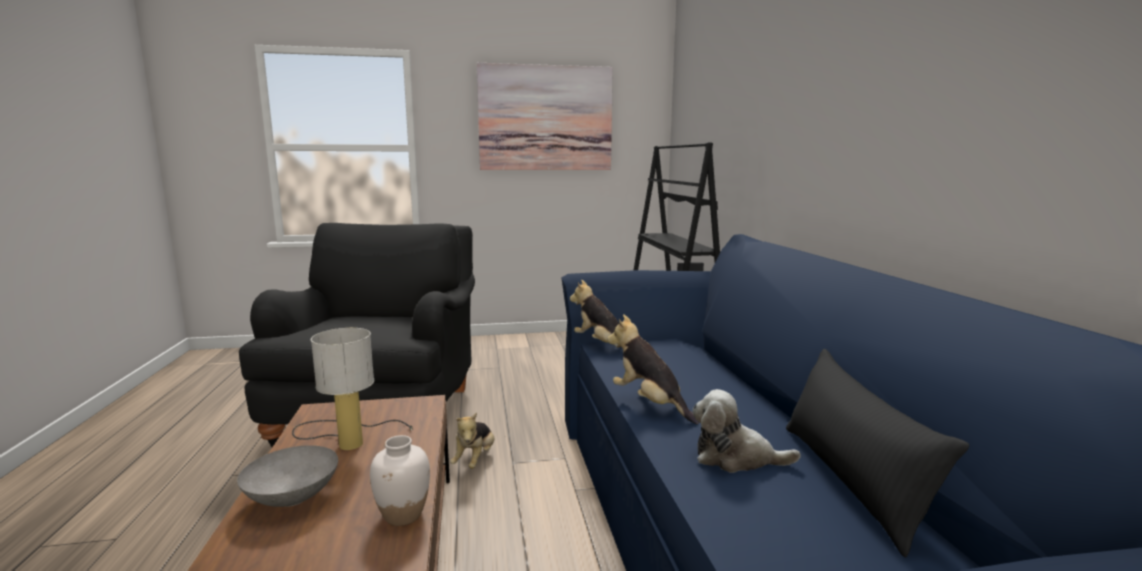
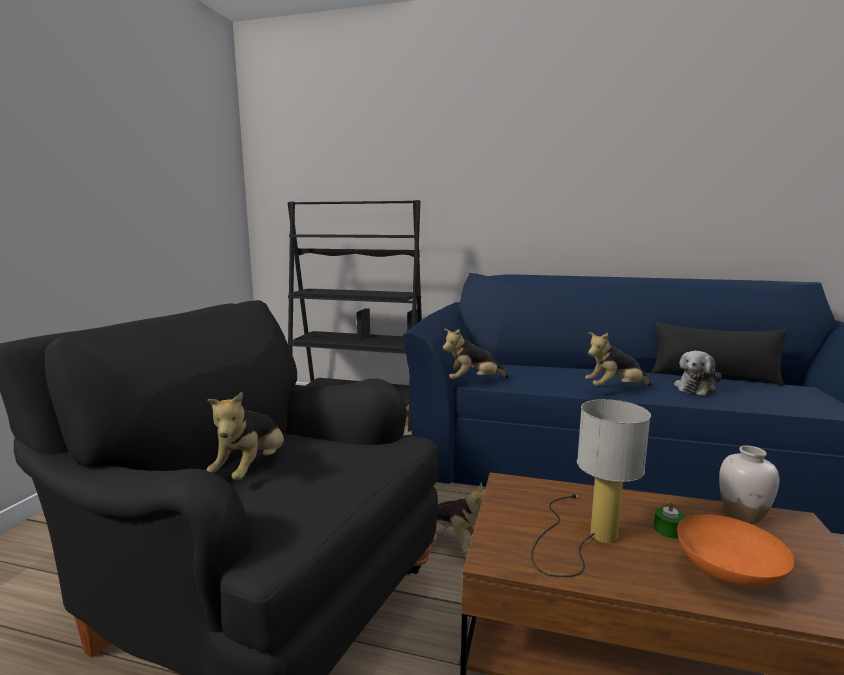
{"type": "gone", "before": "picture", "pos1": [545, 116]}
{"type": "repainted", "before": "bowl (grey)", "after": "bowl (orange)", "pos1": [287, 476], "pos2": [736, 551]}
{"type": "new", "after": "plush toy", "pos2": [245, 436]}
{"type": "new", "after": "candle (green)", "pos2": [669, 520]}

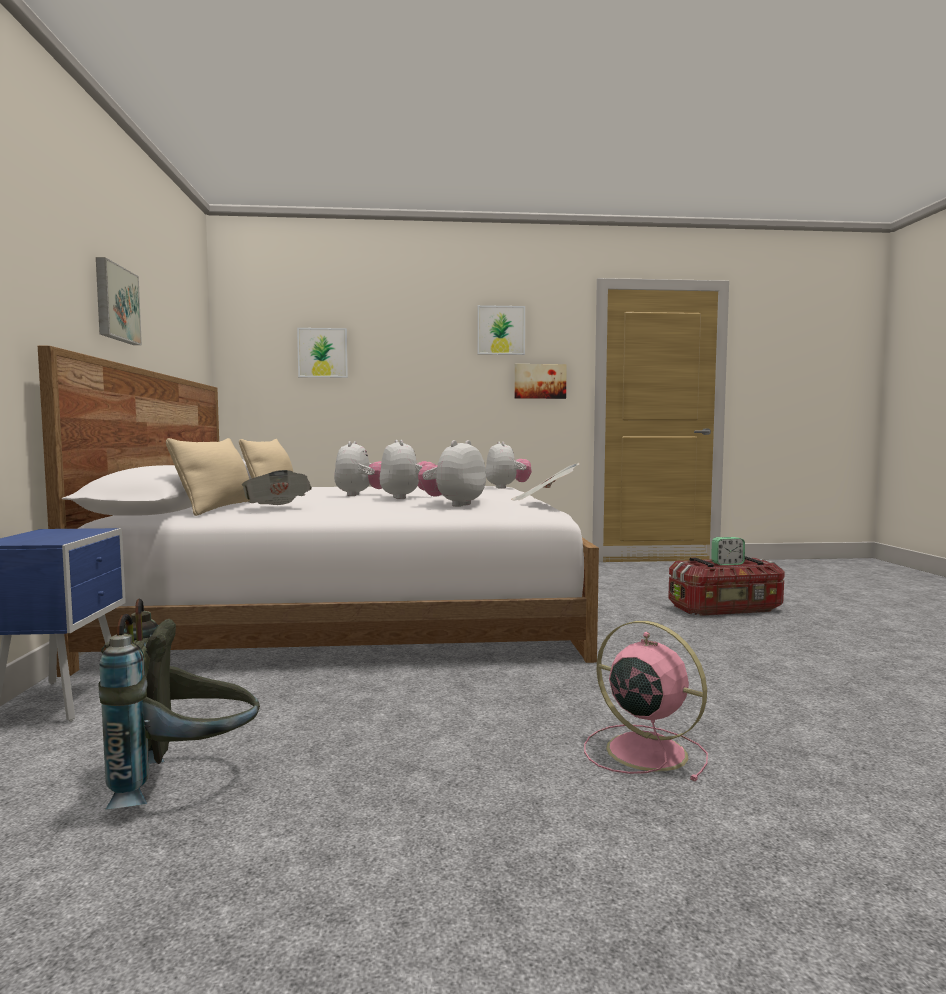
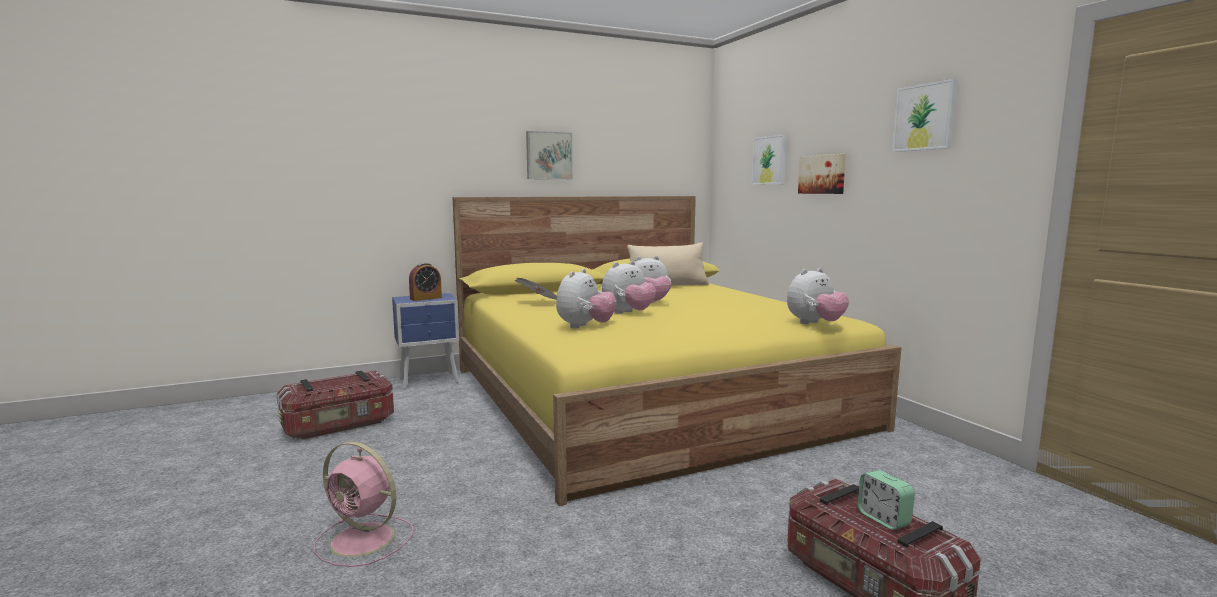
{"type": "repainted", "before": "bed (white)", "after": "bed (yellow)", "pos1": [318, 511], "pos2": [676, 351]}
{"type": "shifted", "before": "picture", "pos1": [540, 381], "pos2": [822, 174]}
{"type": "gone", "before": "pillow (beige)", "pos1": [208, 477]}
{"type": "rotated", "before": "plush toy", "pos1": [452, 473], "pos2": [586, 299], "turn": 105}
{"type": "gone", "before": "newspaper", "pos1": [545, 482]}
{"type": "swapped", "before": "backpack (grey)", "after": "storage box", "pos1": [179, 704], "pos2": [335, 404]}
{"type": "rotated", "before": "fan (pink)", "pos1": [646, 701], "pos2": [364, 504], "turn": 90}
{"type": "new", "after": "alarm clock", "pos2": [425, 282]}

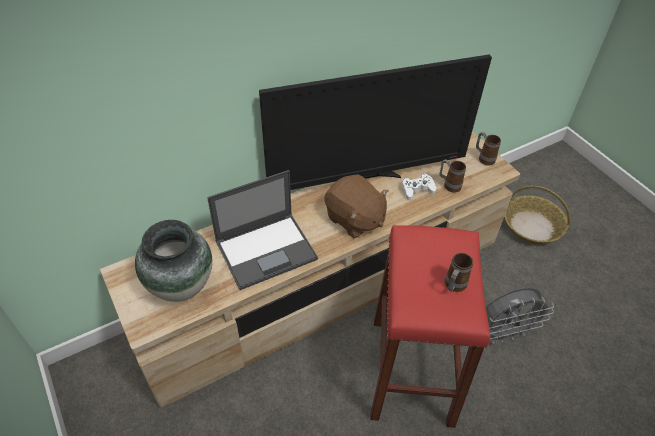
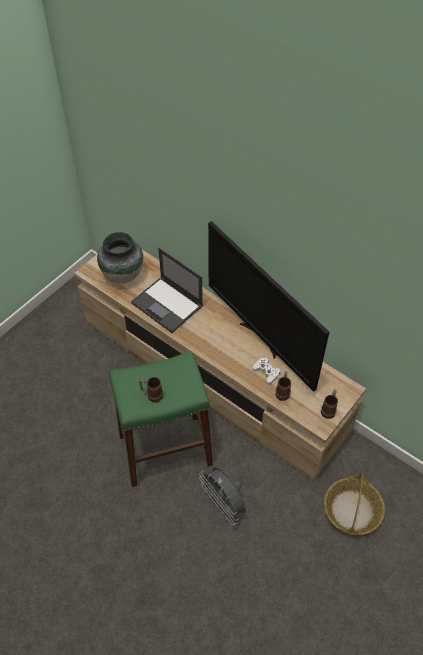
{"type": "gone", "before": "plush toy (brown)", "pos1": [356, 206]}
{"type": "repainted", "before": "stool (red)", "after": "stool (green)", "pos1": [430, 326], "pos2": [161, 419]}

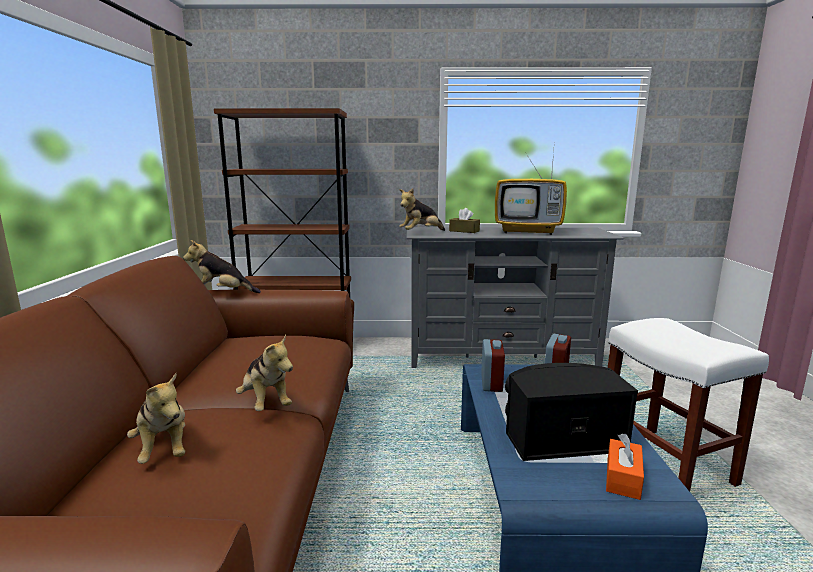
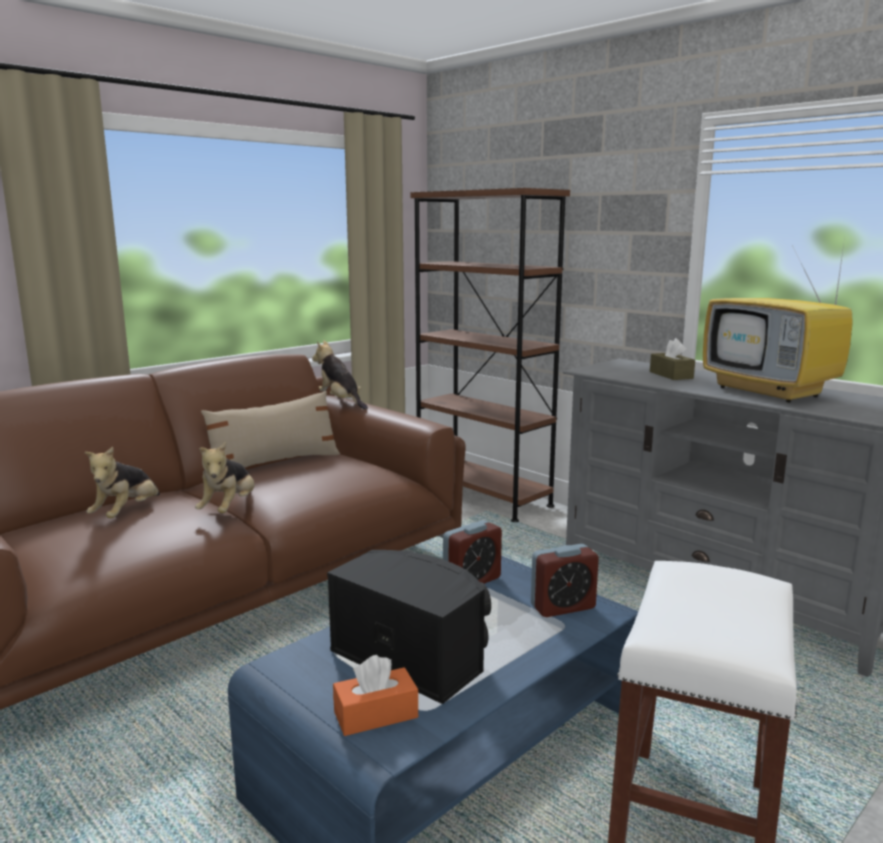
{"type": "gone", "before": "plush toy", "pos1": [422, 209]}
{"type": "new", "after": "pillow (beige)", "pos2": [270, 429]}

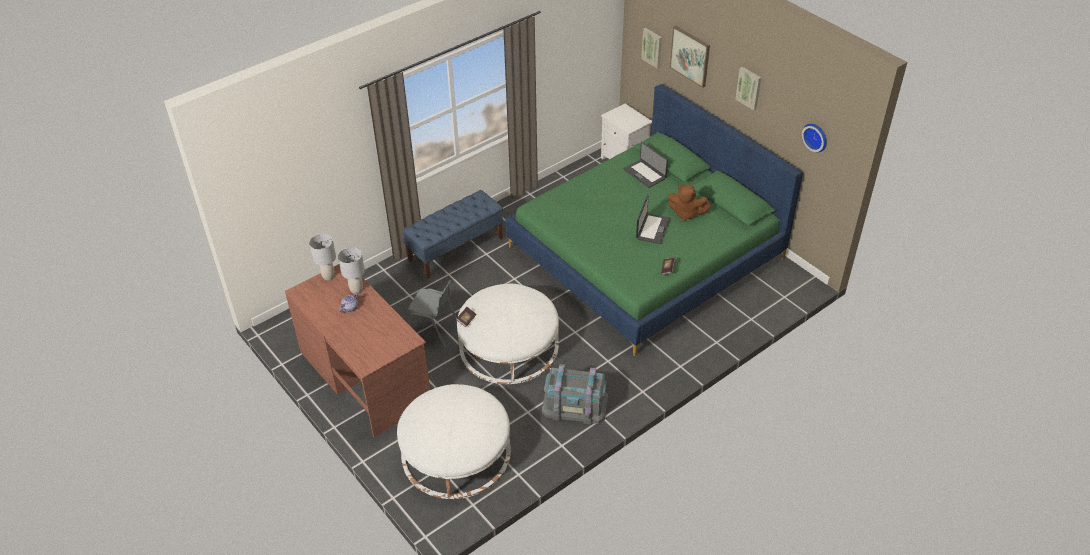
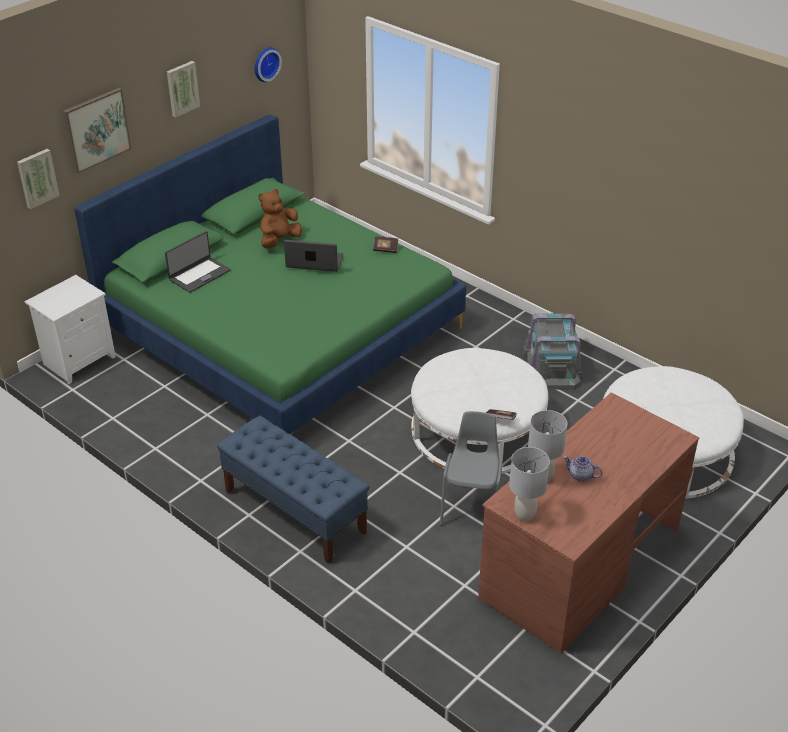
{"type": "rotated", "before": "plush toy (brown)", "pos1": [689, 202], "pos2": [280, 218], "turn": -150}

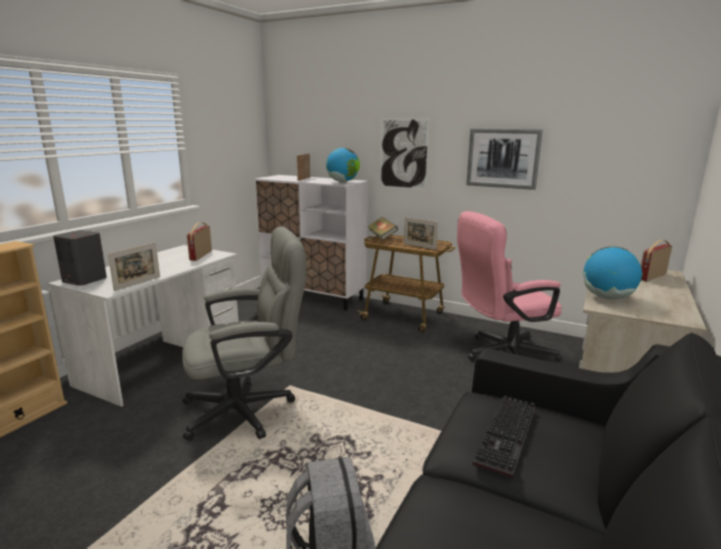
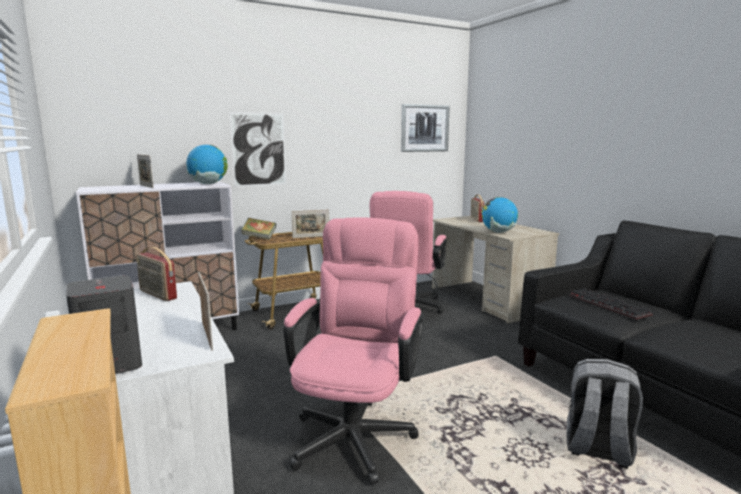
{"type": "shifted", "before": "picture", "pos1": [504, 159], "pos2": [425, 128]}
{"type": "repainted", "before": "office chair (grey)", "after": "office chair (pink)", "pos1": [244, 333], "pos2": [353, 351]}

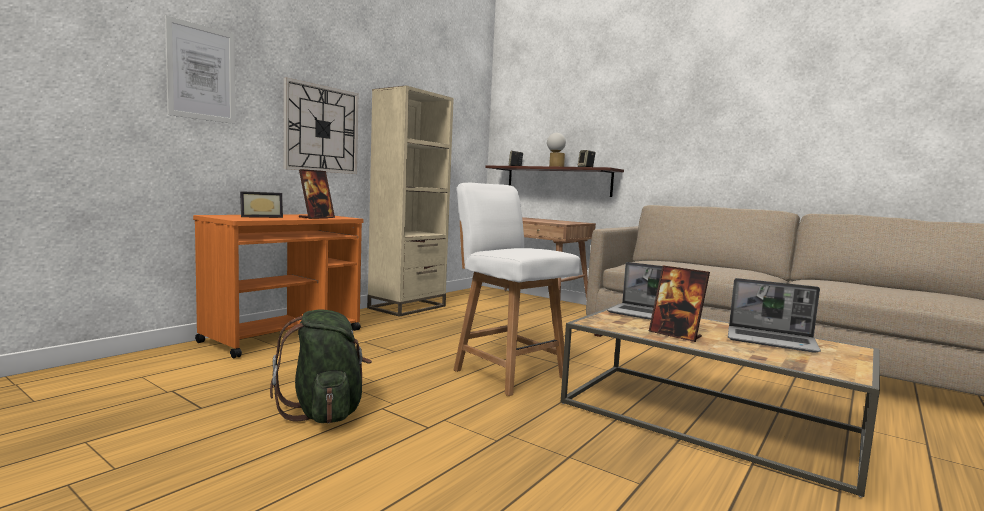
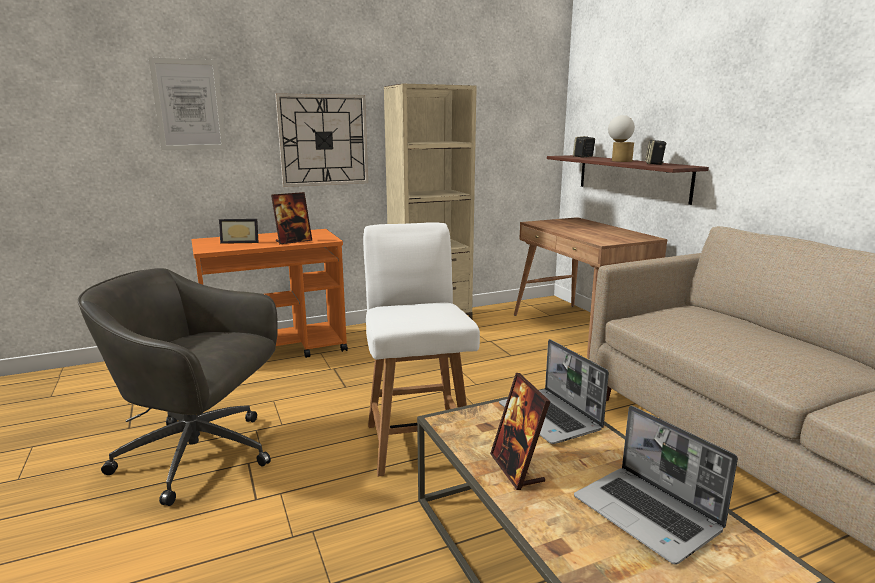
{"type": "swapped", "before": "backpack (green)", "after": "office chair (grey)", "pos1": [321, 366], "pos2": [178, 387]}

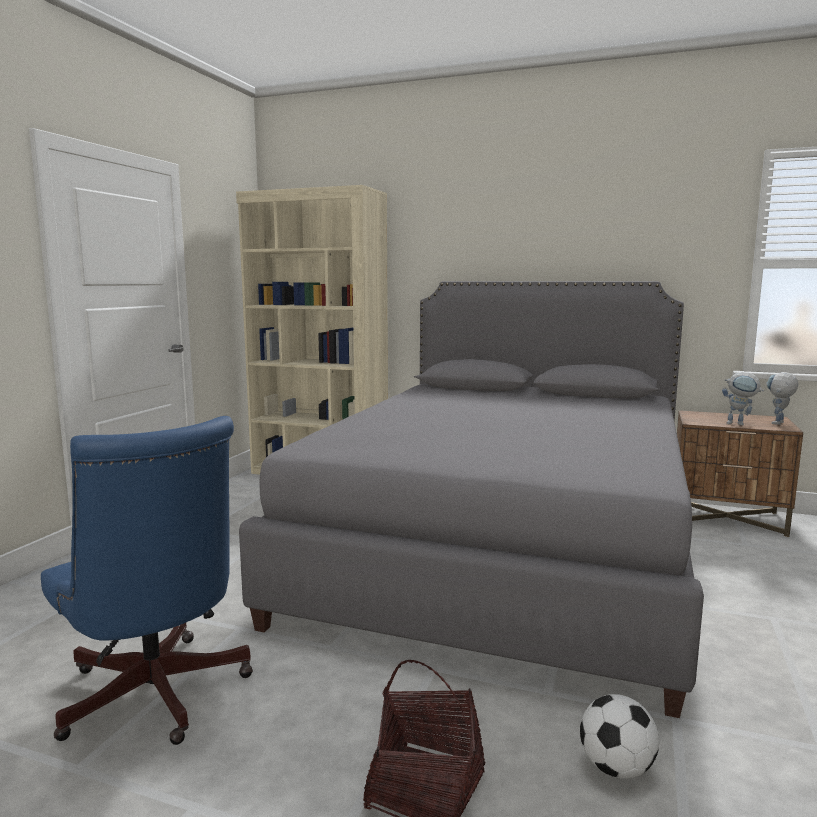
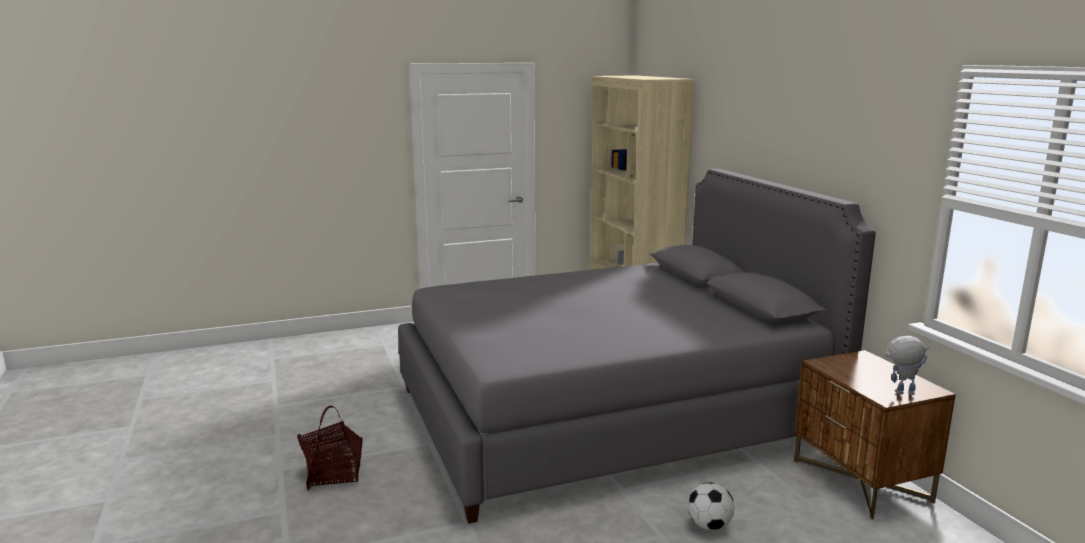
{"type": "gone", "before": "toy robot", "pos1": [743, 398]}
{"type": "gone", "before": "office chair (blue)", "pos1": [147, 580]}
{"type": "shifted", "before": "football", "pos1": [619, 736], "pos2": [711, 506]}

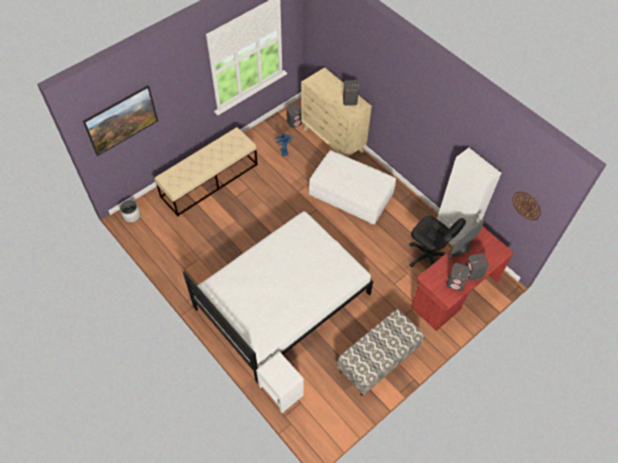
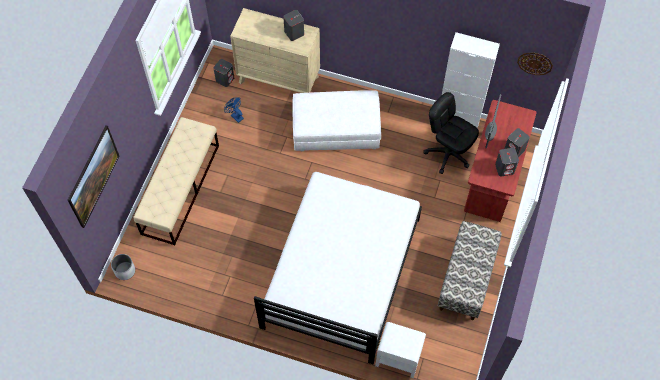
{"type": "rotated", "before": "office chair (black)", "pos1": [437, 241], "pos2": [451, 133], "turn": -150}

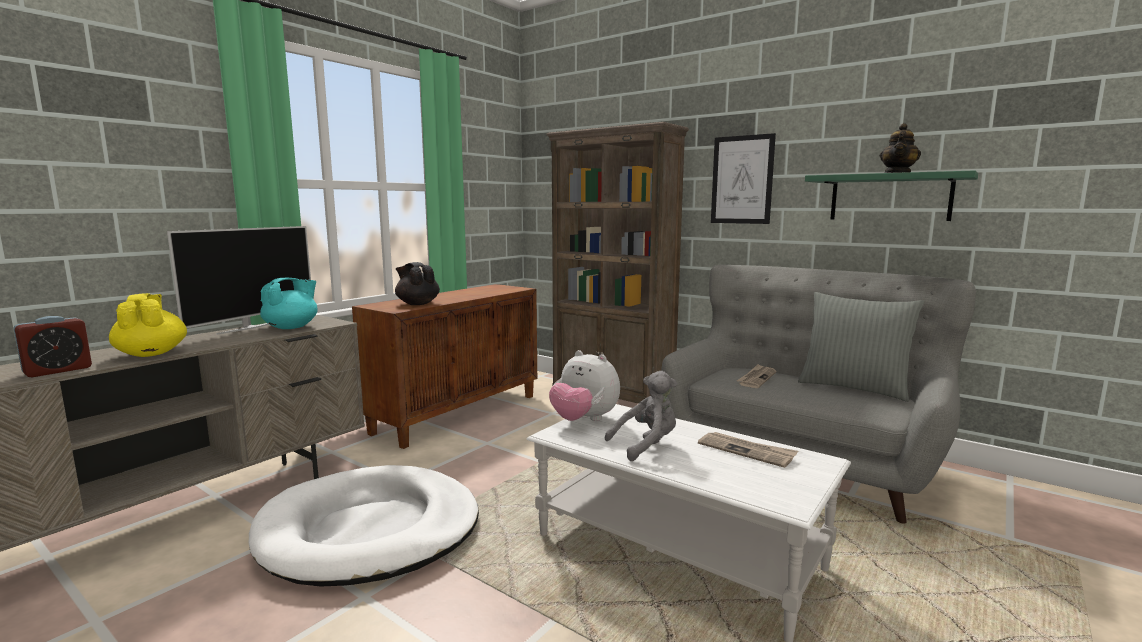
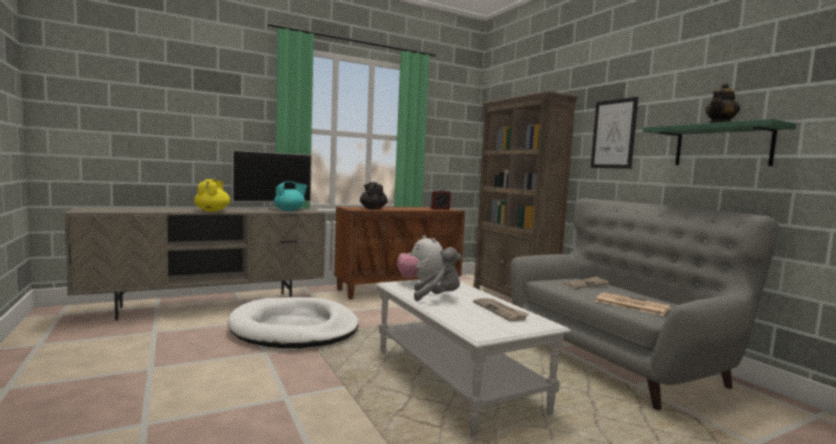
{"type": "gone", "before": "pillow (grey)", "pos1": [861, 347]}
{"type": "shifted", "before": "alarm clock", "pos1": [52, 346], "pos2": [440, 199]}
{"type": "new", "after": "newspaper", "pos2": [633, 304]}

